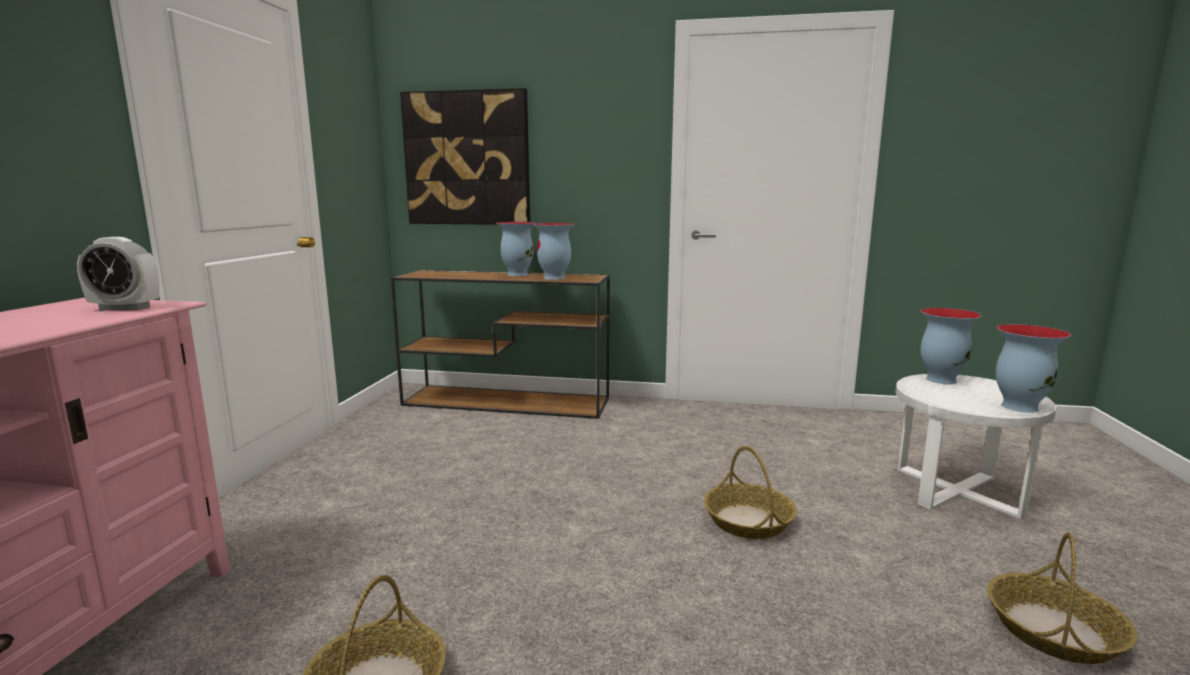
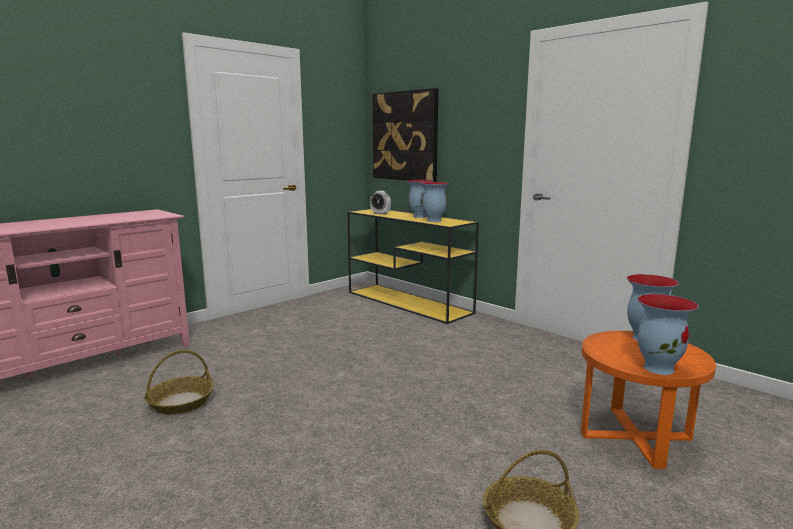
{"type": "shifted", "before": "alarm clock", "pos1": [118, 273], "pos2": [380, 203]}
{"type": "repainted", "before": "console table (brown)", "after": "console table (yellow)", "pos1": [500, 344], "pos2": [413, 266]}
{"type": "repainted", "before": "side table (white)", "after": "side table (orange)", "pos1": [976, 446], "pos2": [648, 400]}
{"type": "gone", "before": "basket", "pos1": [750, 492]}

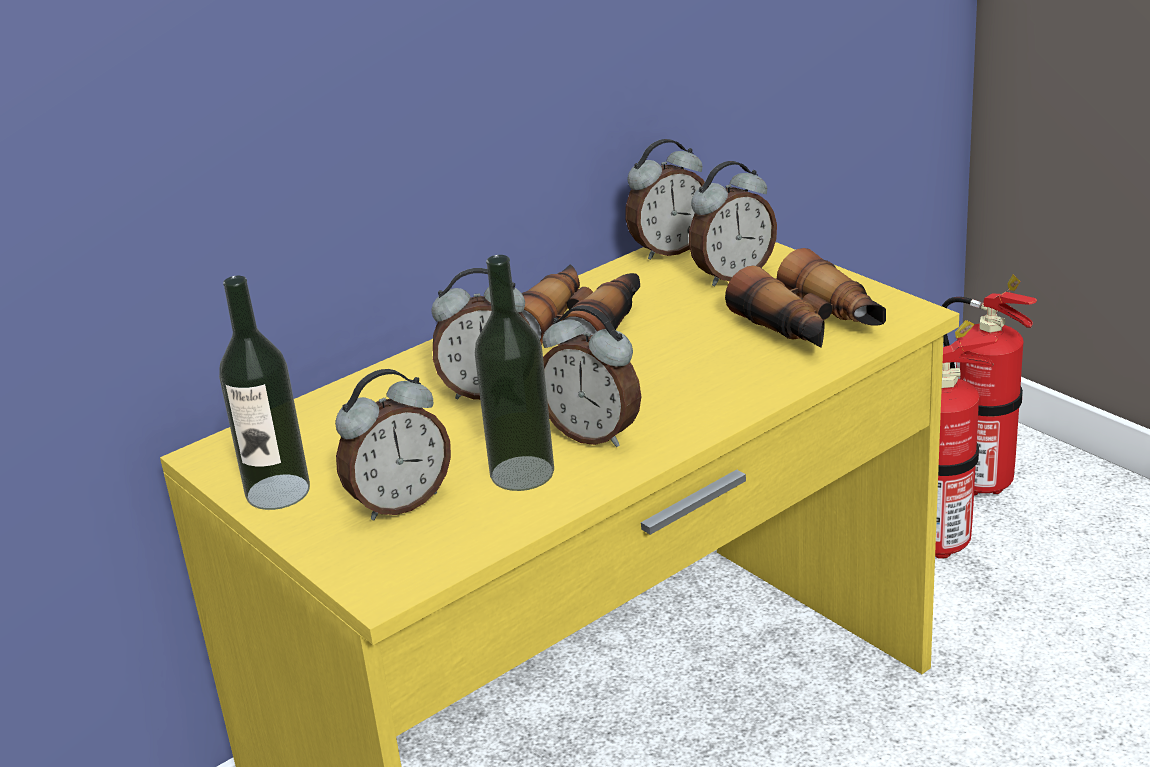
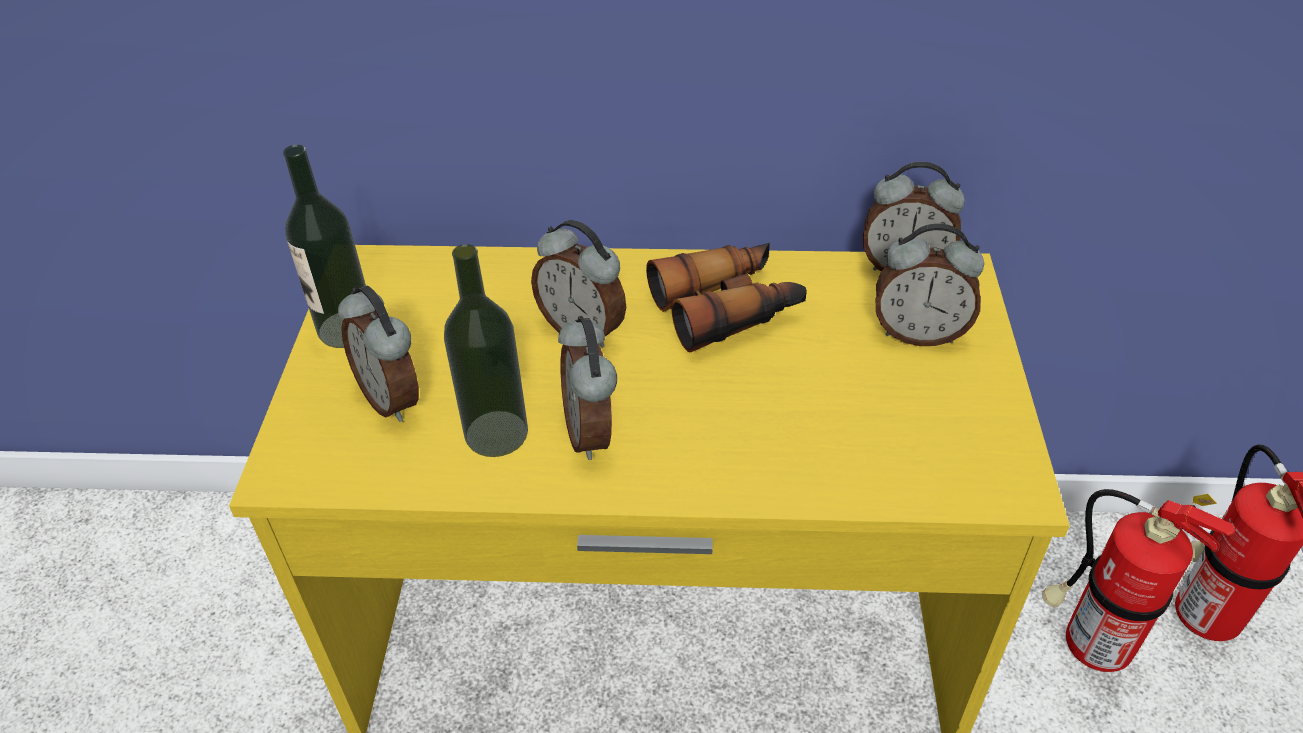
{"type": "gone", "before": "binoculars", "pos1": [805, 298]}
{"type": "rotated", "before": "alarm clock", "pos1": [393, 444], "pos2": [378, 354], "turn": 45}

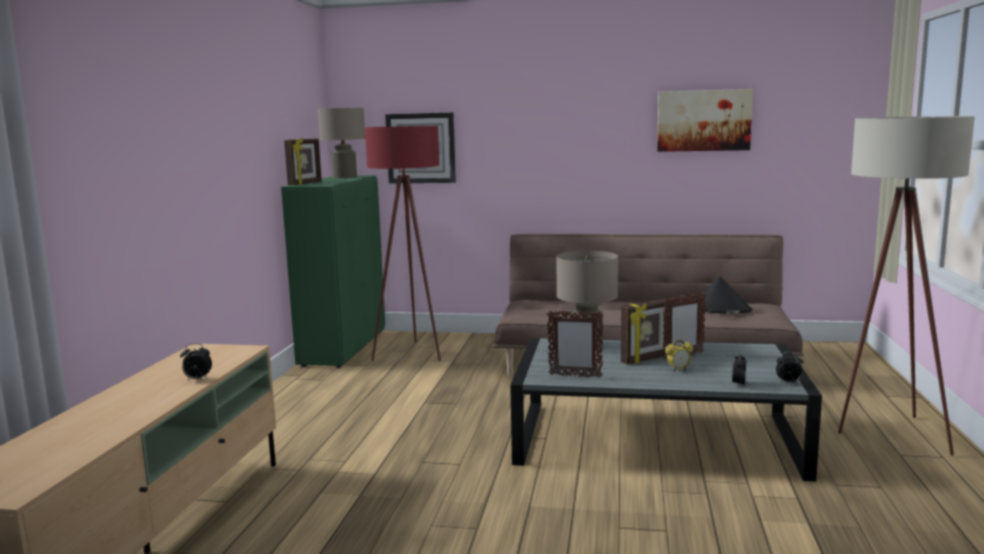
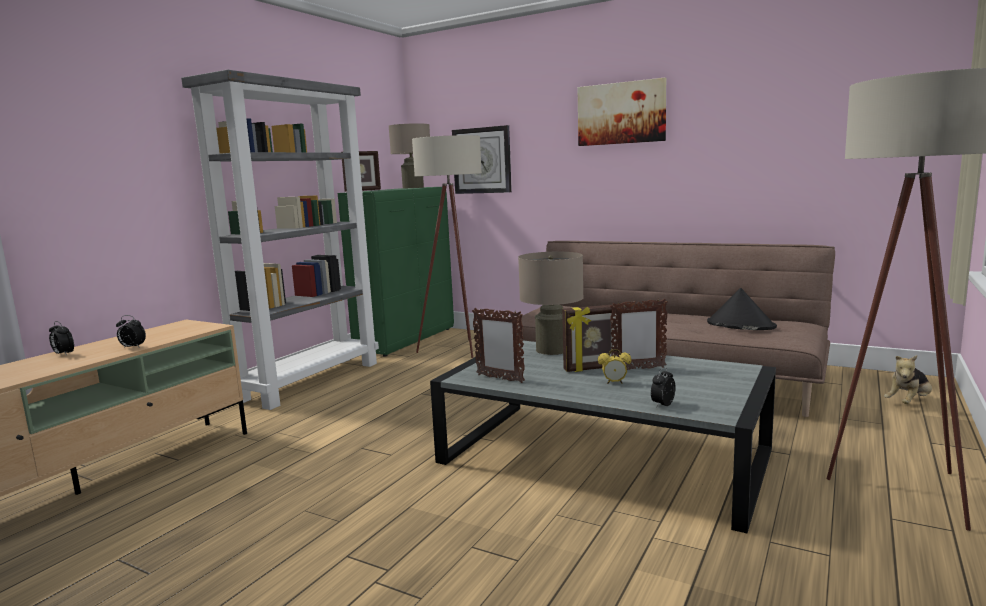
{"type": "shifted", "before": "picture", "pos1": [705, 120], "pos2": [621, 112]}
{"type": "repainted", "before": "floor lamp (red)", "after": "floor lamp (beige)", "pos1": [403, 243], "pos2": [447, 246]}
{"type": "shifted", "before": "alarm clock", "pos1": [789, 368], "pos2": [61, 338]}
{"type": "new", "after": "bookcase (grey)", "pos2": [280, 240]}
{"type": "new", "after": "plush toy", "pos2": [908, 379]}

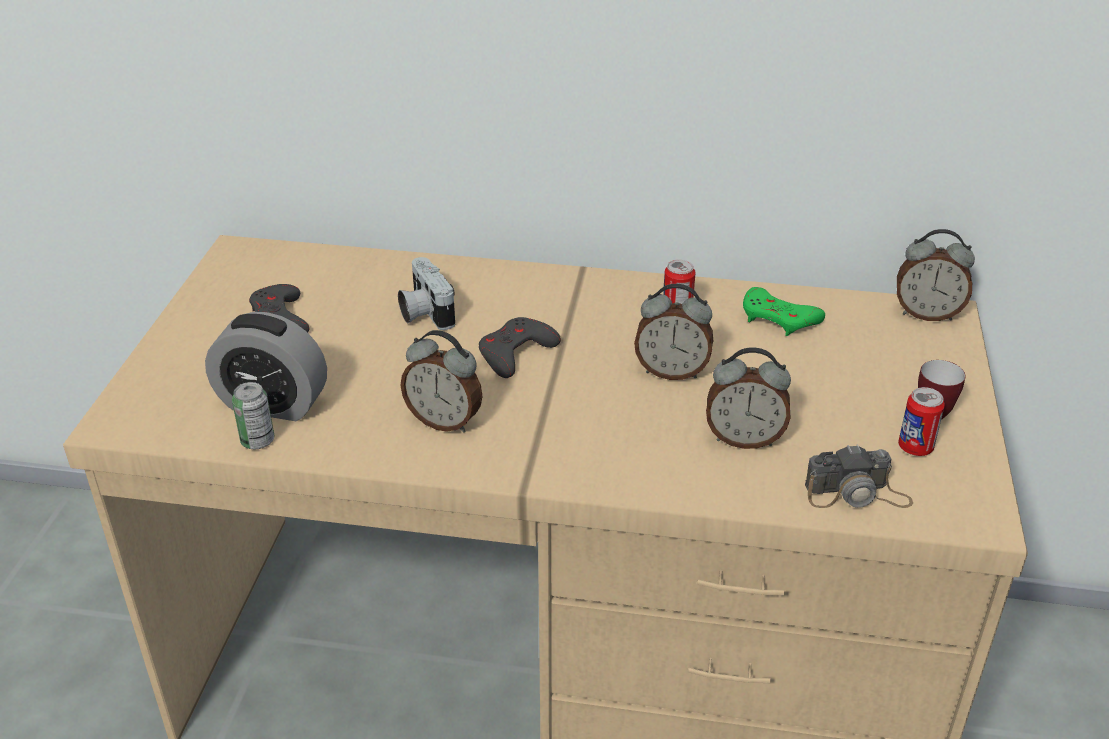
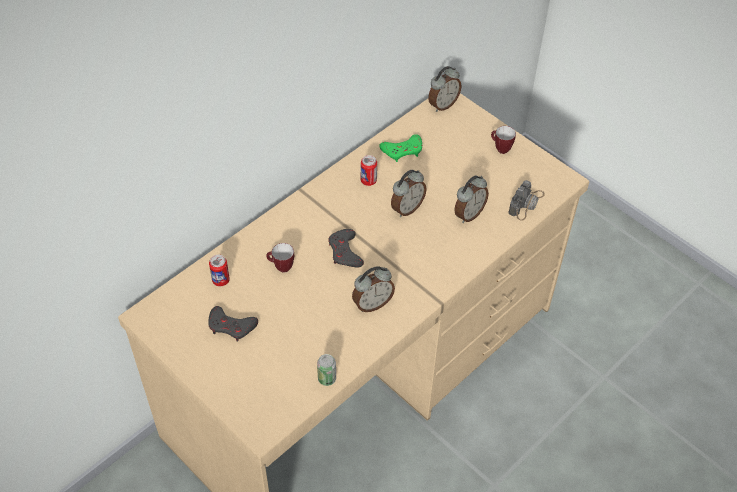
{"type": "swapped", "before": "photo camera", "after": "mug", "pos1": [426, 293], "pos2": [280, 258]}
{"type": "gone", "before": "alarm clock", "pos1": [266, 366]}
{"type": "shifted", "before": "can", "pos1": [921, 421], "pos2": [219, 270]}

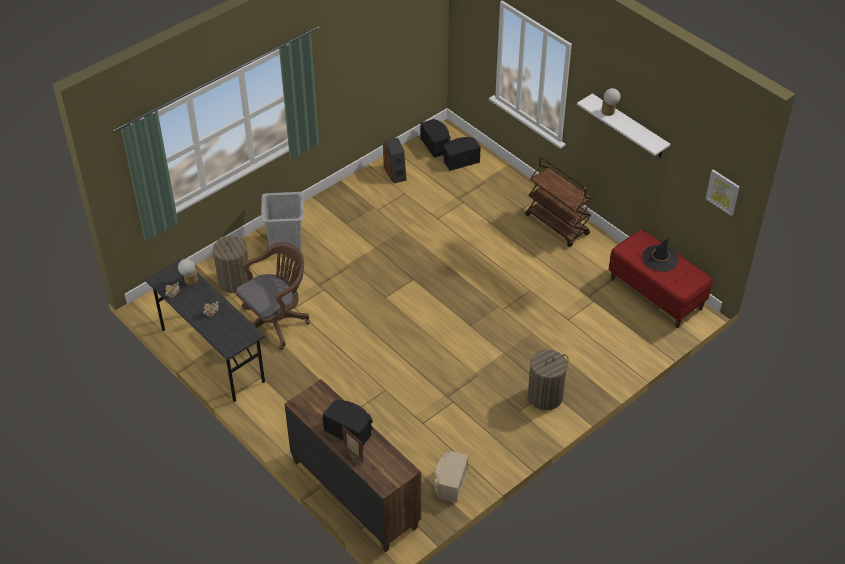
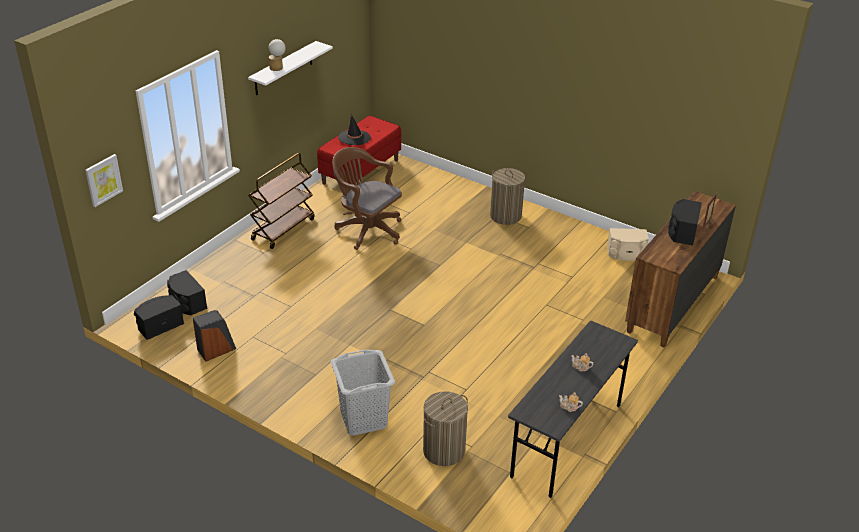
{"type": "shifted", "before": "picture", "pos1": [723, 192], "pos2": [104, 180]}
{"type": "shifted", "before": "office chair (brown)", "pos1": [273, 296], "pos2": [367, 198]}
{"type": "gone", "before": "table lamp", "pos1": [188, 272]}

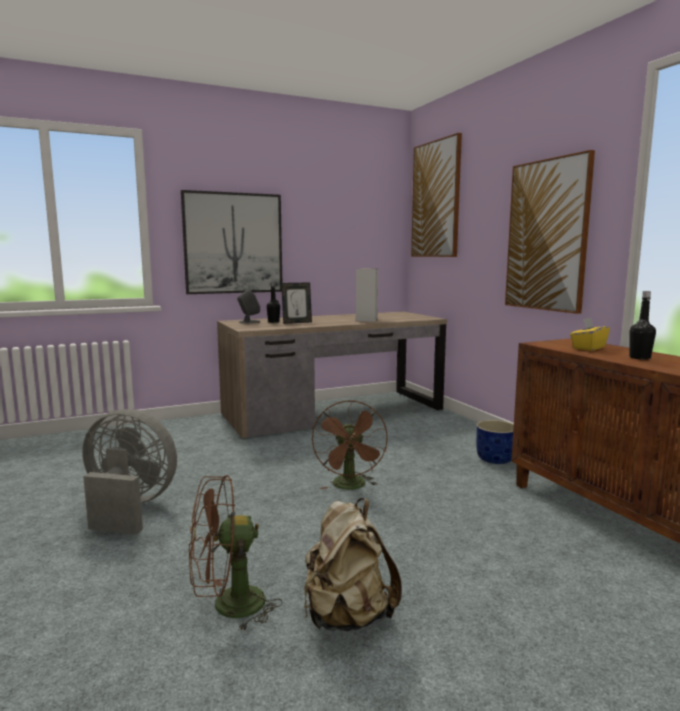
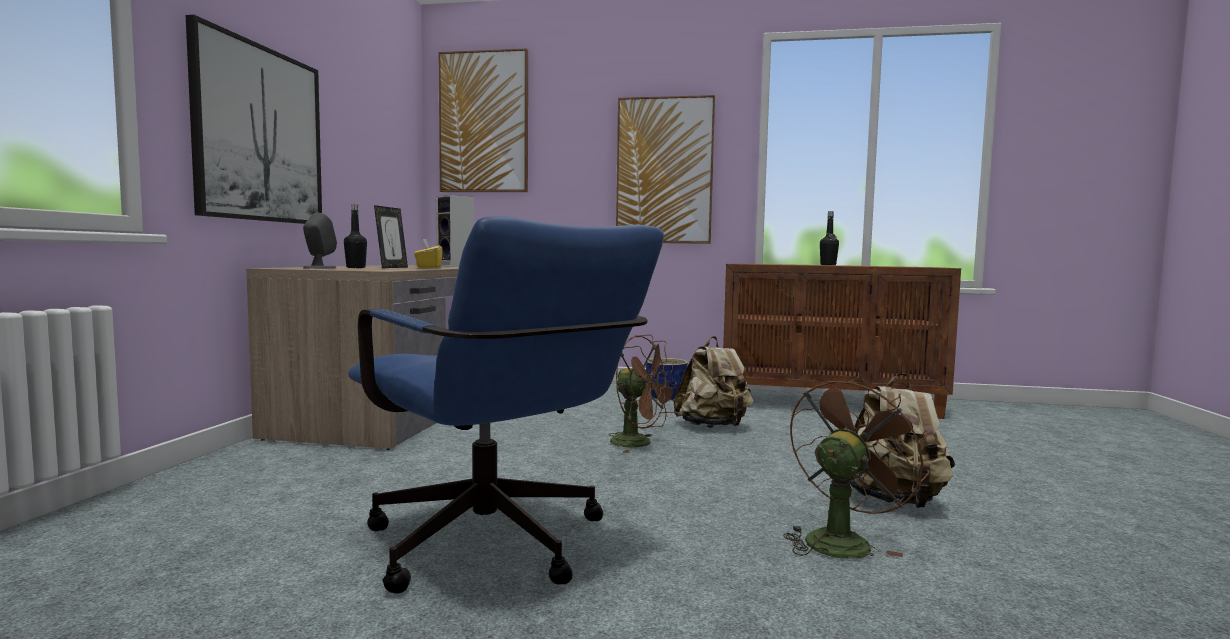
{"type": "shifted", "before": "tissue box (yellow)", "pos1": [590, 334], "pos2": [428, 253]}
{"type": "swapped", "before": "fan (grey)", "after": "office chair (blue)", "pos1": [129, 472], "pos2": [506, 405]}
{"type": "rotated", "before": "fan (brown)", "pos1": [236, 553], "pos2": [856, 467], "turn": -150}
{"type": "new", "after": "backpack (beige)", "pos2": [714, 382]}

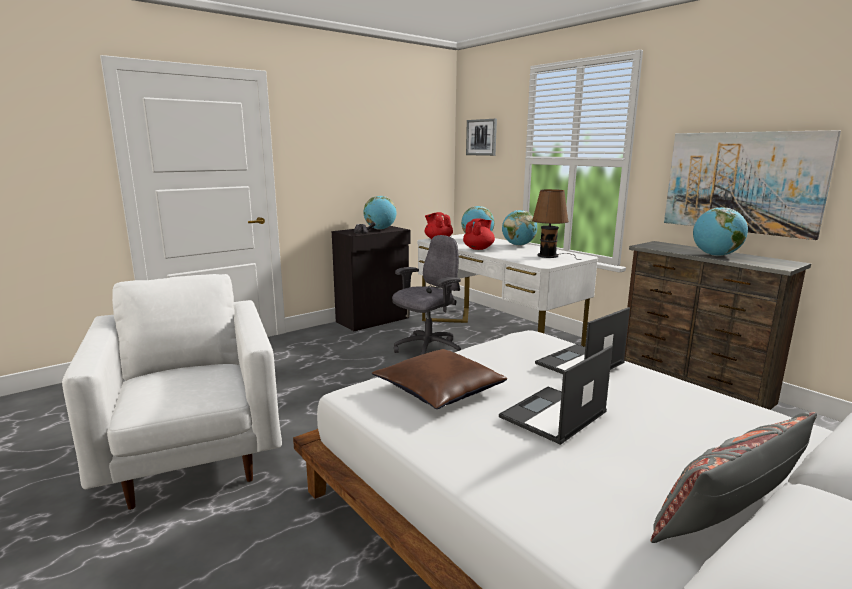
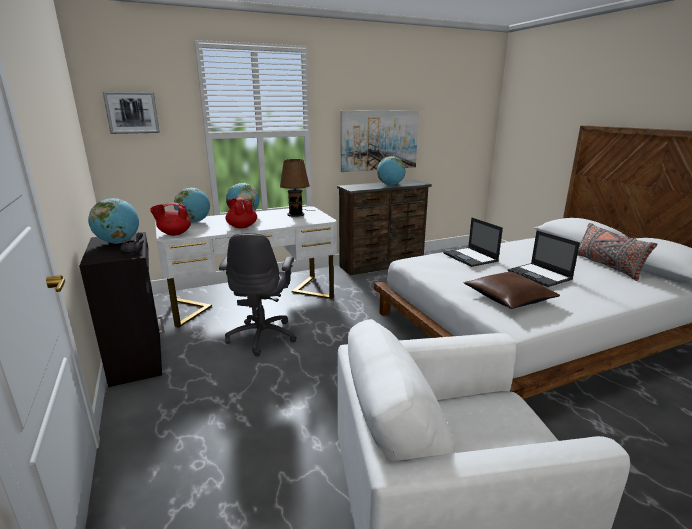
{"type": "rotated", "before": "office chair (grey)", "pos1": [426, 295], "pos2": [258, 294], "turn": -150}

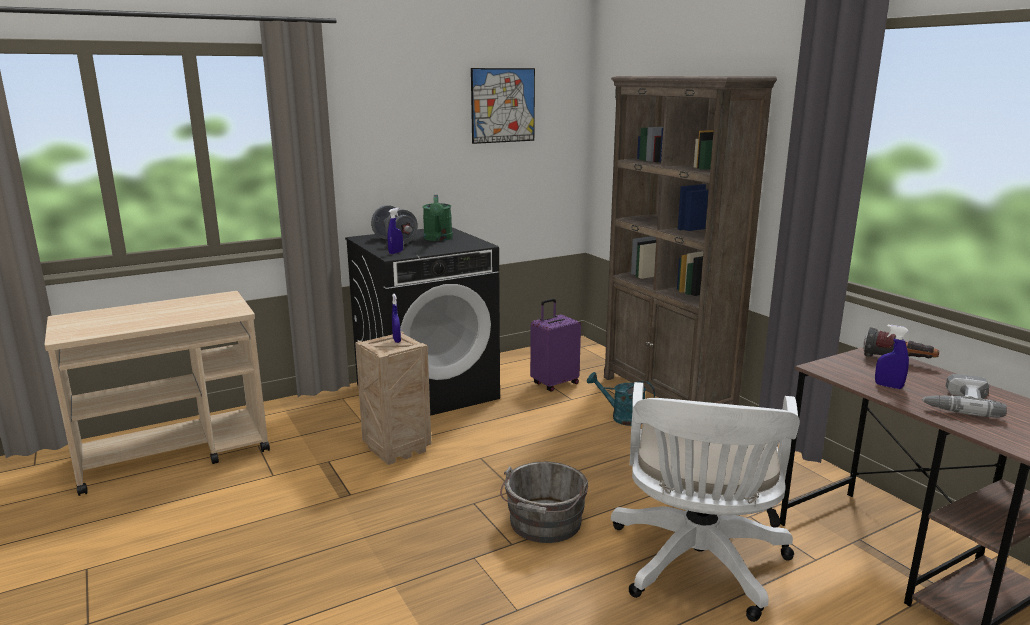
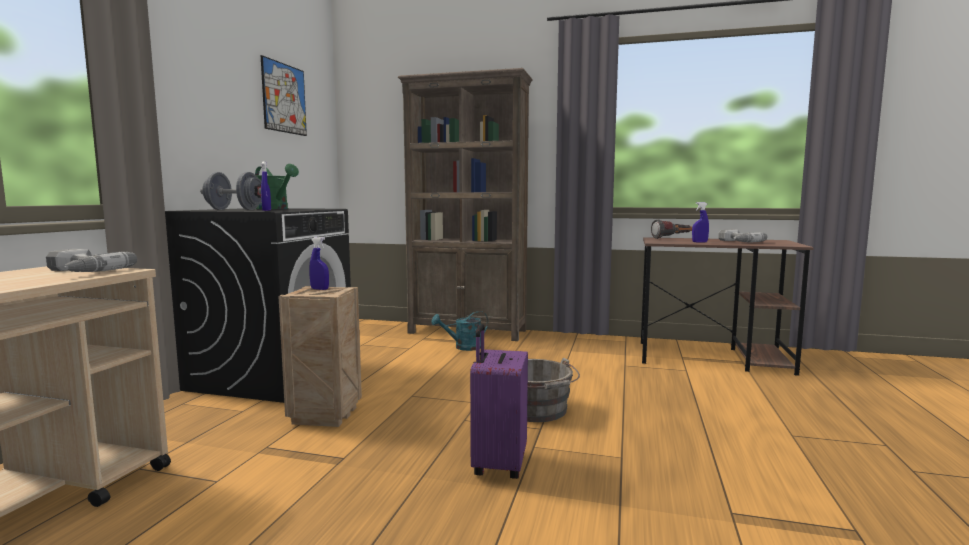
{"type": "shifted", "before": "suitcase (purple)", "pos1": [555, 345], "pos2": [499, 401]}
{"type": "gone", "before": "office chair (white)", "pos1": [705, 502]}
{"type": "new", "after": "power drill", "pos2": [91, 260]}

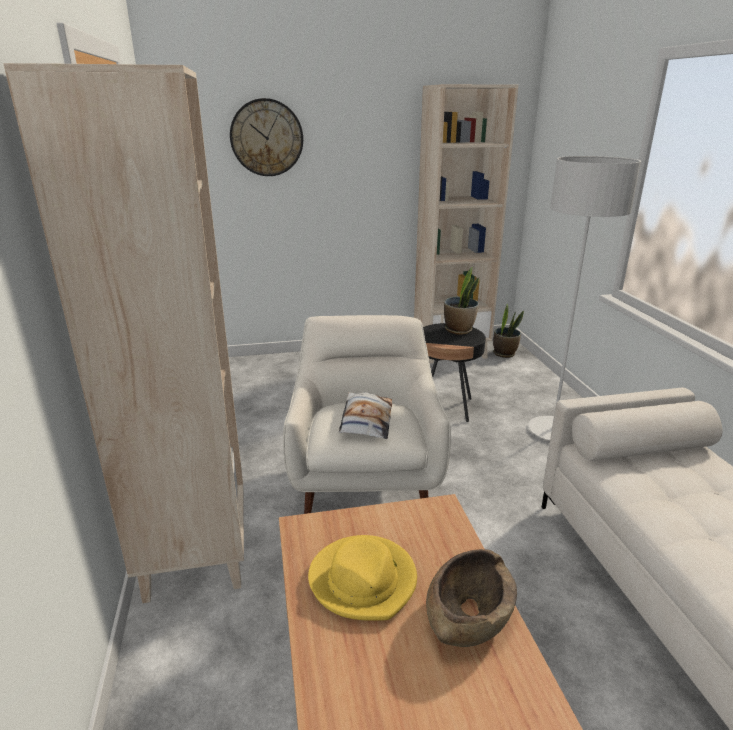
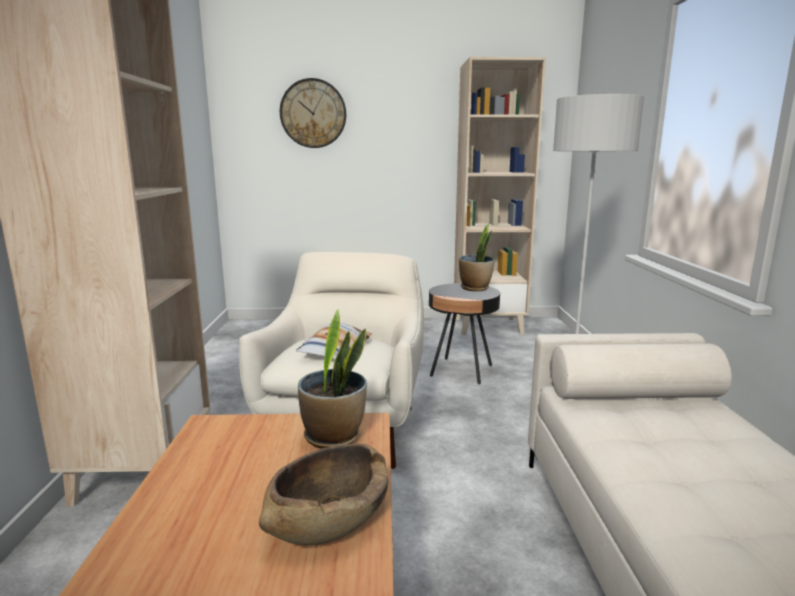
{"type": "shifted", "before": "potted plant", "pos1": [508, 331], "pos2": [332, 379]}
{"type": "gone", "before": "hat (yellow)", "pos1": [362, 578]}

